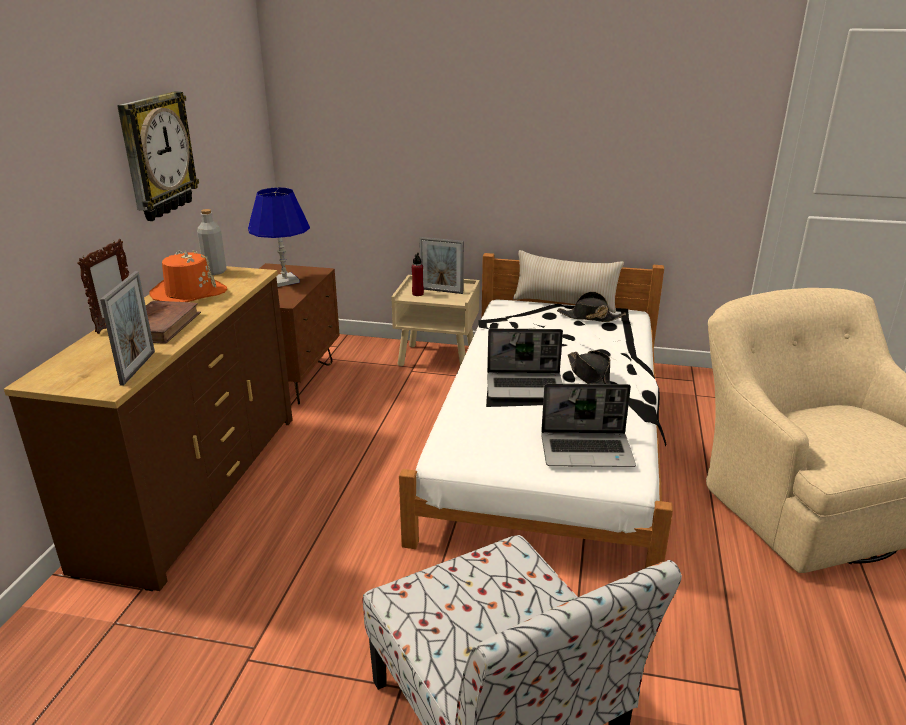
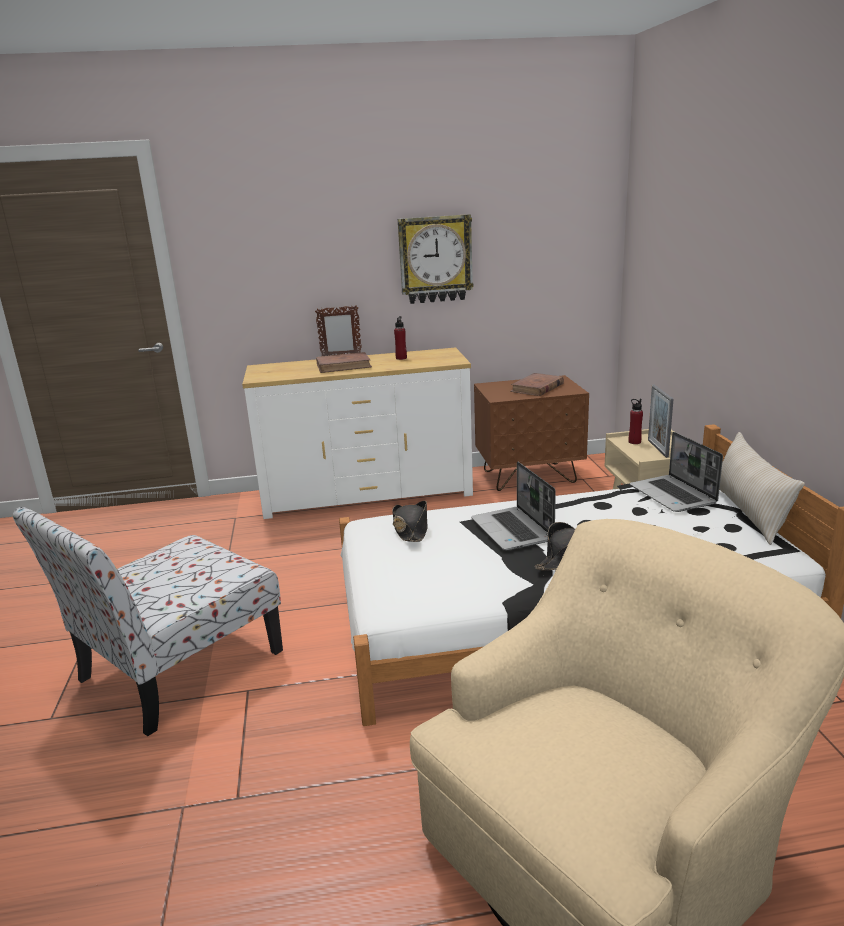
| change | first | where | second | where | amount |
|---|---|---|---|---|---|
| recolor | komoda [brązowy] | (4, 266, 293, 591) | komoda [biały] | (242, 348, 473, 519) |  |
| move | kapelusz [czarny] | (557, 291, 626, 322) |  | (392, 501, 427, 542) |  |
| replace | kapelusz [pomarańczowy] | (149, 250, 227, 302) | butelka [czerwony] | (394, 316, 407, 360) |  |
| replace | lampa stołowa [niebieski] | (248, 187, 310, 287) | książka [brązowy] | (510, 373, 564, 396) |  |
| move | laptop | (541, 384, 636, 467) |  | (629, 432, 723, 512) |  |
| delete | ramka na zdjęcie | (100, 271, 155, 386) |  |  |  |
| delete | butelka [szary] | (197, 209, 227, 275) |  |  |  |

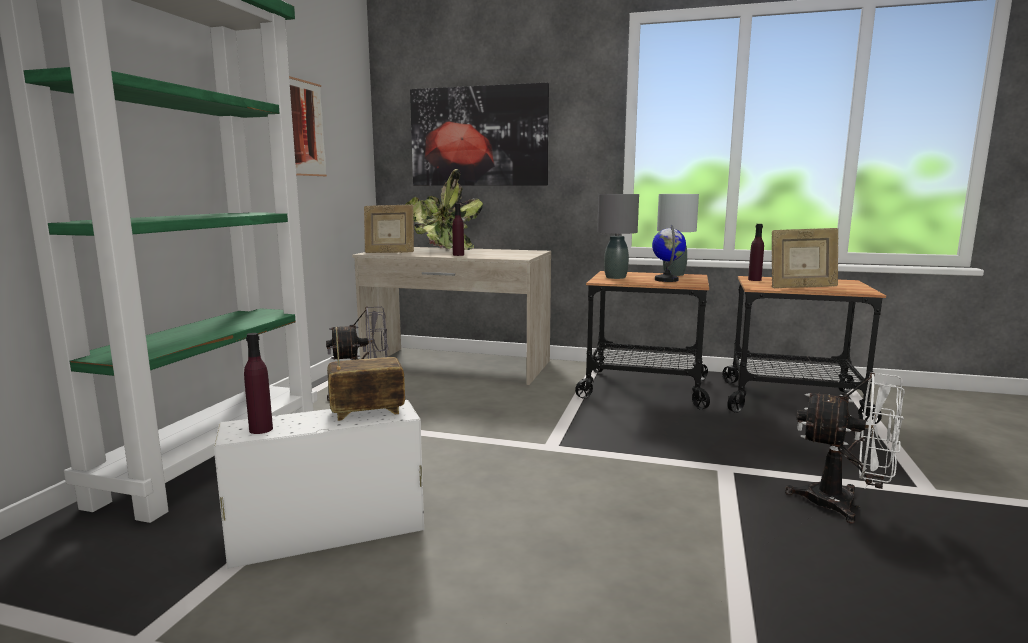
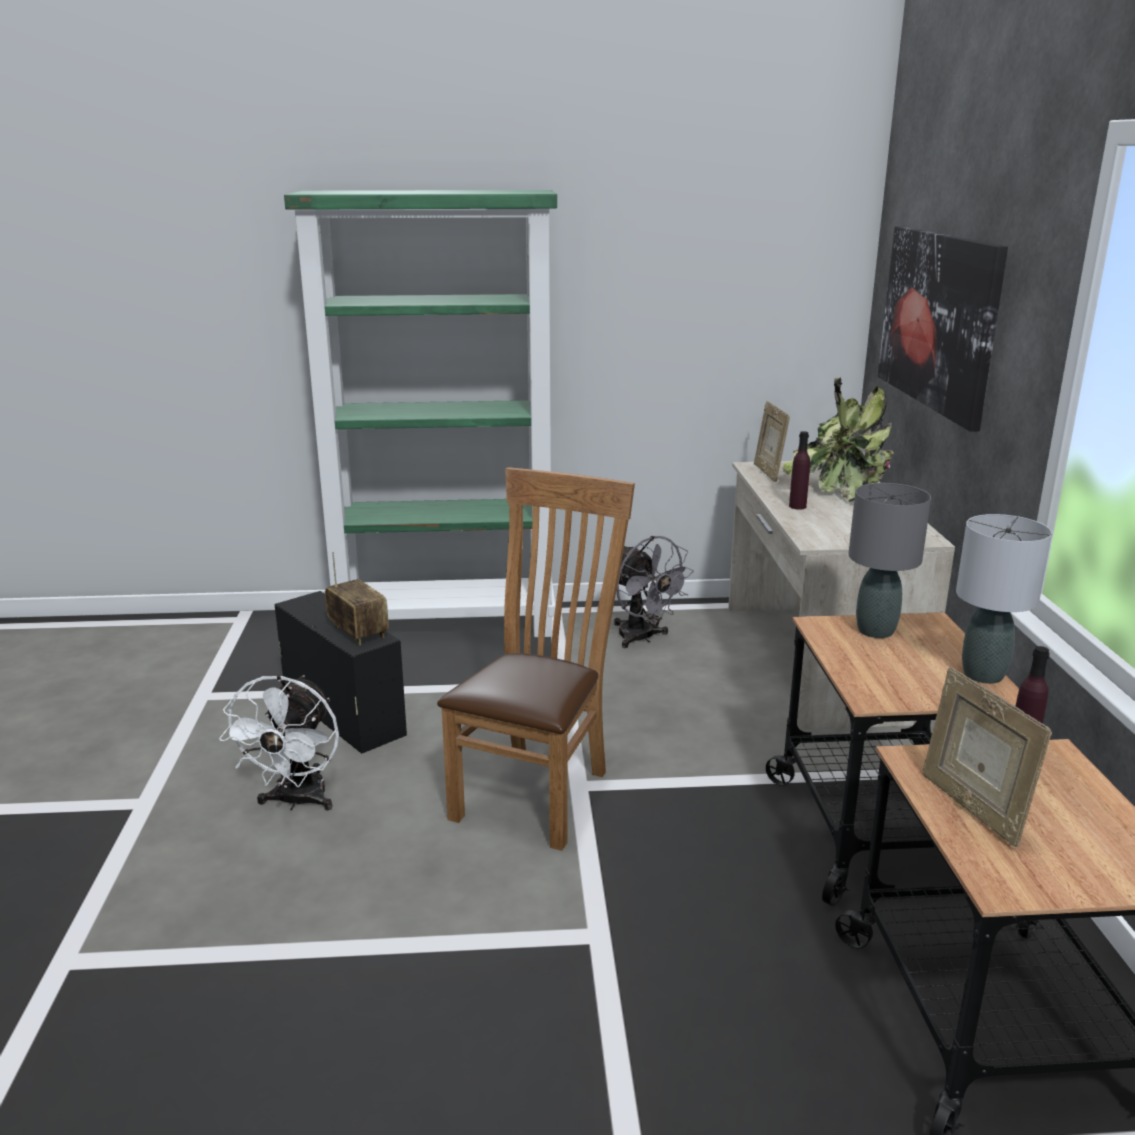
| change | first | where | second | where | amount |
|---|---|---|---|---|---|
| move | wentylator [biały] | (785, 372, 905, 524) |  | (219, 675, 339, 810) |  |
| recolor | pojemnik do przechowywania [biały] | (214, 400, 424, 569) | pojemnik do przechowywania [czarny] | (274, 591, 407, 754) |  |
| insert |  |  | krzesło [brązowy] | (437, 467, 635, 851) |  |
| delete | butelka [fioletowy] | (244, 333, 273, 434) |  |  |  |
| delete | obraz | (289, 76, 327, 176) |  |  |  |
| delete | globus | (652, 224, 686, 282) |  |  |  |

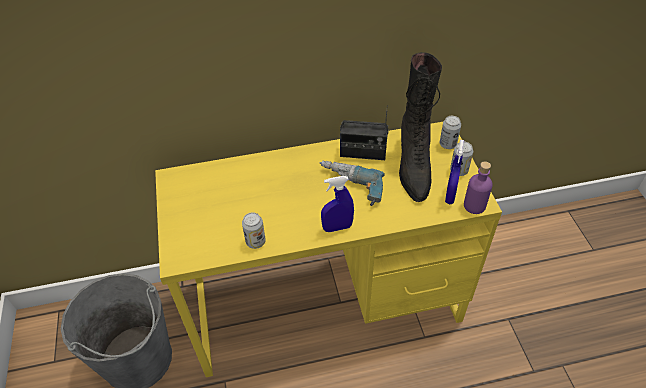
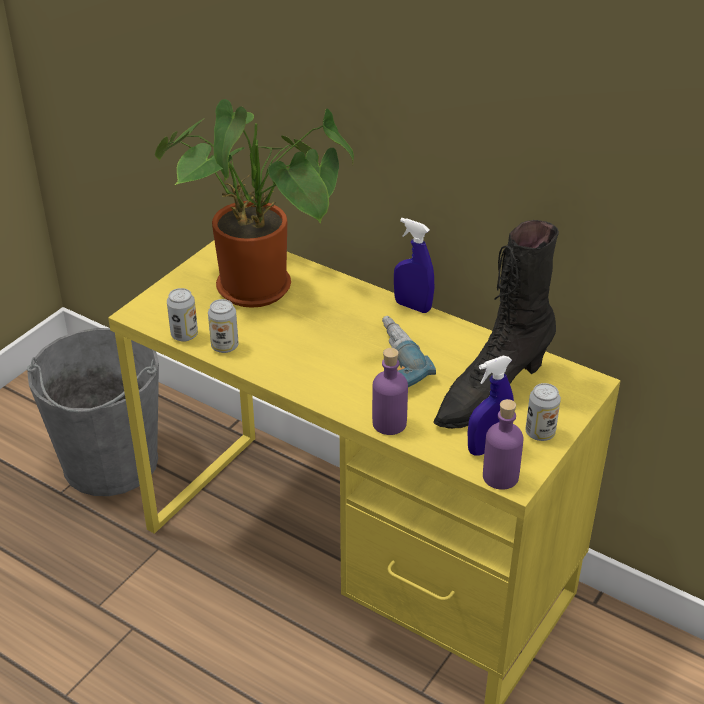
| change | first | where | second | where | amount |
|---|---|---|---|---|---|
| insert |  |  | roślina doniczkowa | (155, 99, 354, 308) |  |
| move | puszka | (440, 116, 461, 149) |  | (167, 288, 198, 342) |  |
| insert |  |  | butelka [fioletowy] | (372, 348, 408, 435) |  |
| move | spryskiwacz [niebieski] | (321, 176, 354, 232) |  | (394, 218, 434, 313) |  |
| delete | radio | (340, 105, 389, 160) |  |  |  |

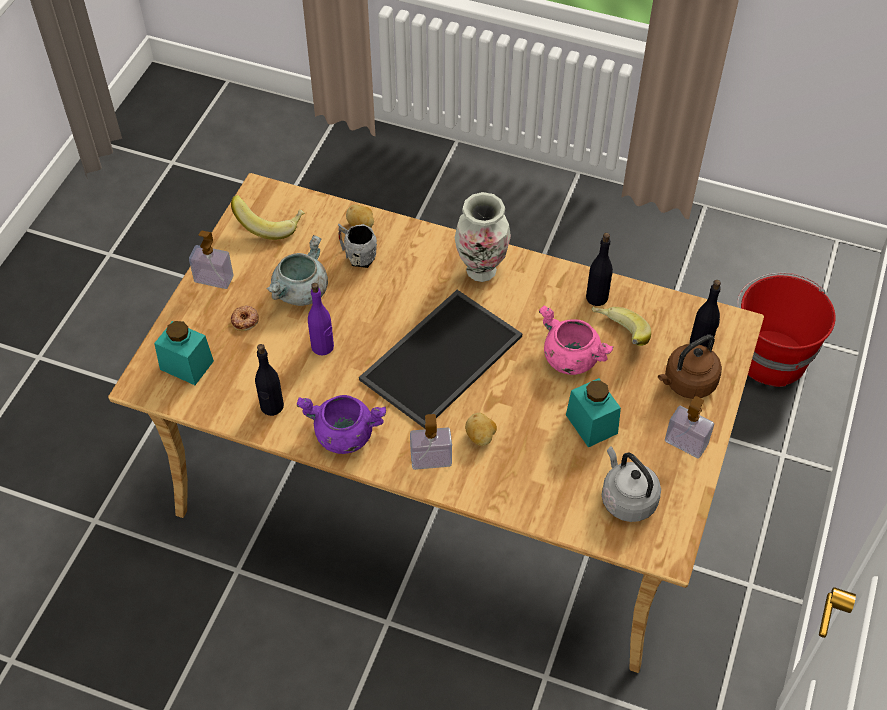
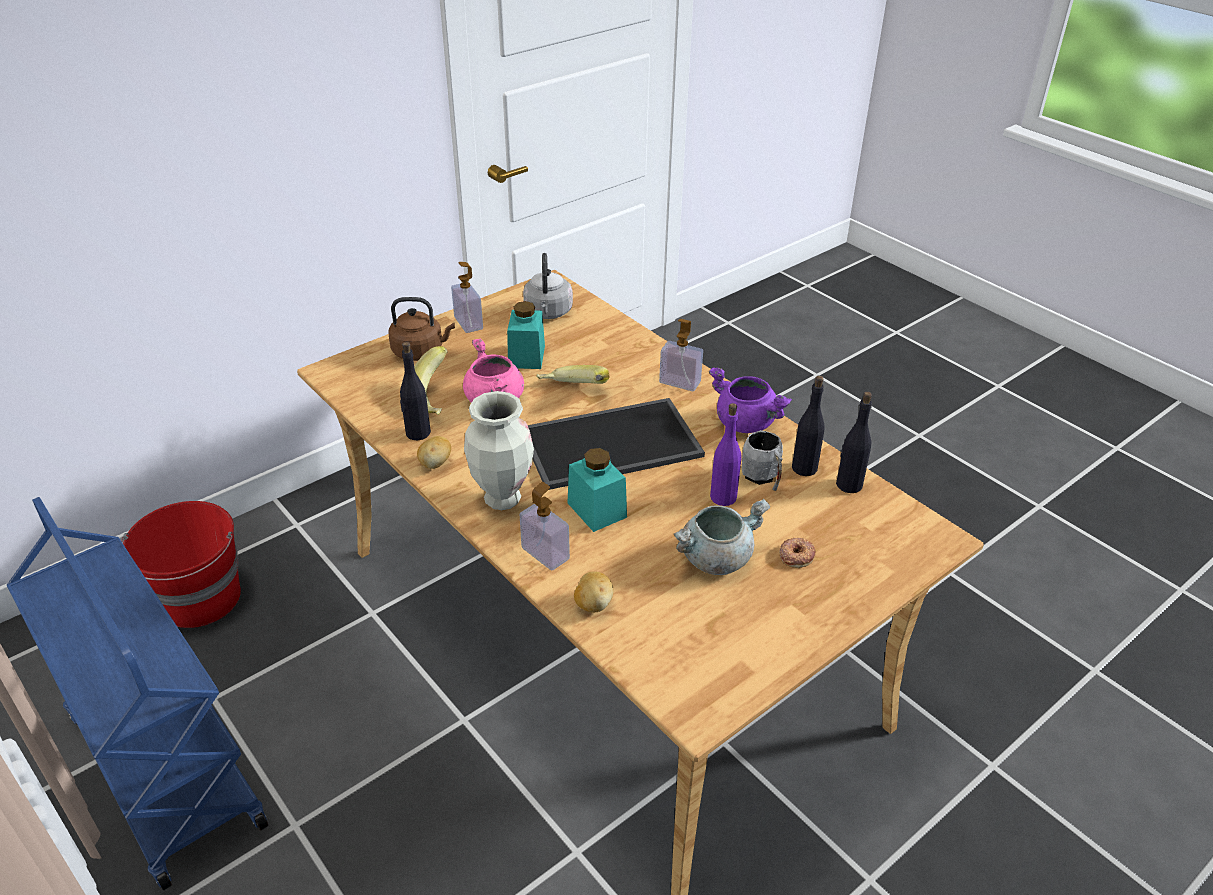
| change | first | where | second | where | amount |
|---|---|---|---|---|---|
| insert |  |  | wózek [niebieski] | (7, 497, 268, 890) |  |
| move | ziemniak | (465, 413, 497, 446) |  | (417, 436, 451, 469) |  |
| move | dozownik mydła | (189, 231, 233, 289) |  | (520, 482, 570, 570) |  |
| move | banan | (231, 195, 305, 240) |  | (536, 365, 609, 384) |  |
| move | słoik [turkusowy] | (154, 321, 214, 385) |  | (568, 448, 627, 532) |  |
| move | kubek [szary] | (338, 224, 377, 268) |  | (741, 430, 783, 491) |  |
| move | butelka [czarny] | (690, 280, 721, 347) |  | (836, 392, 872, 493) |  |

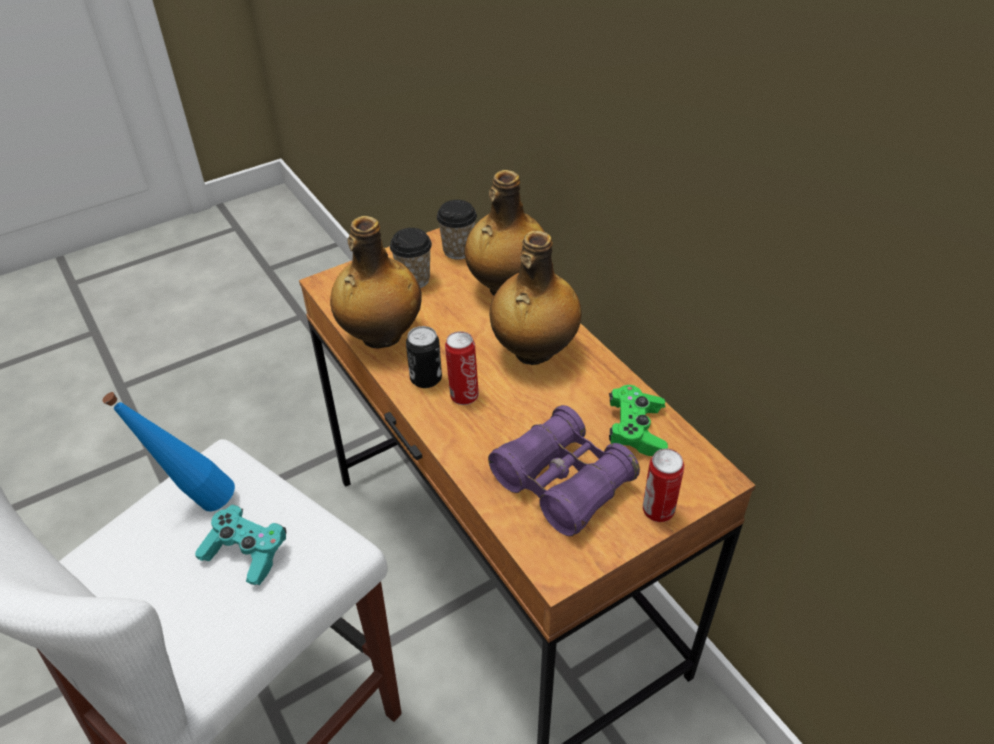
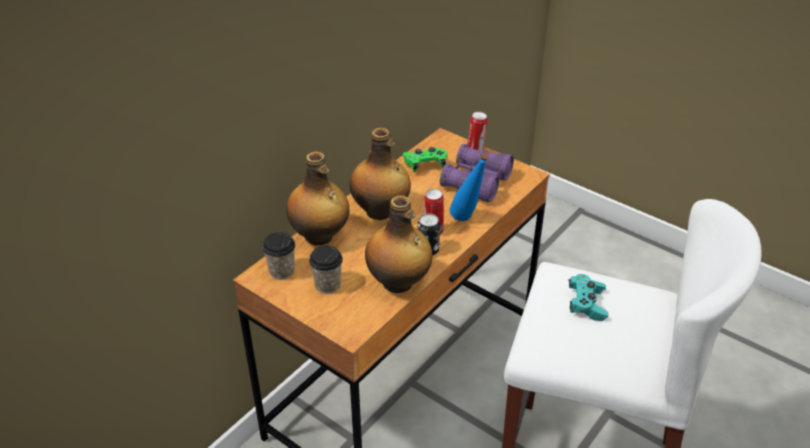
| change | first | where | second | where | amount |
|---|---|---|---|---|---|
| move | butelka [niebieski] | (103, 392, 235, 512) |  | (450, 153, 489, 221) |  |

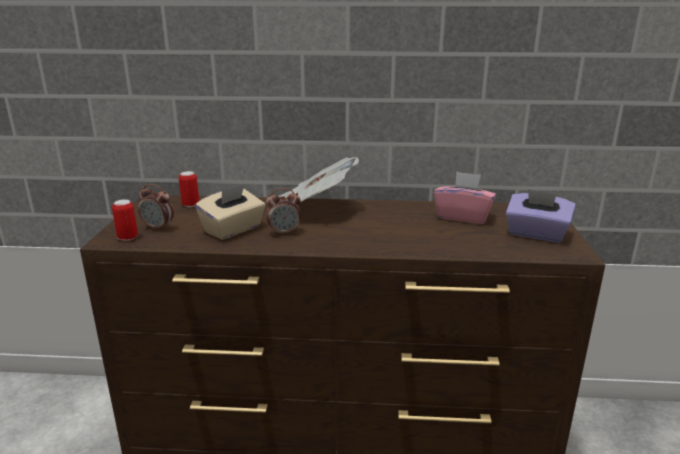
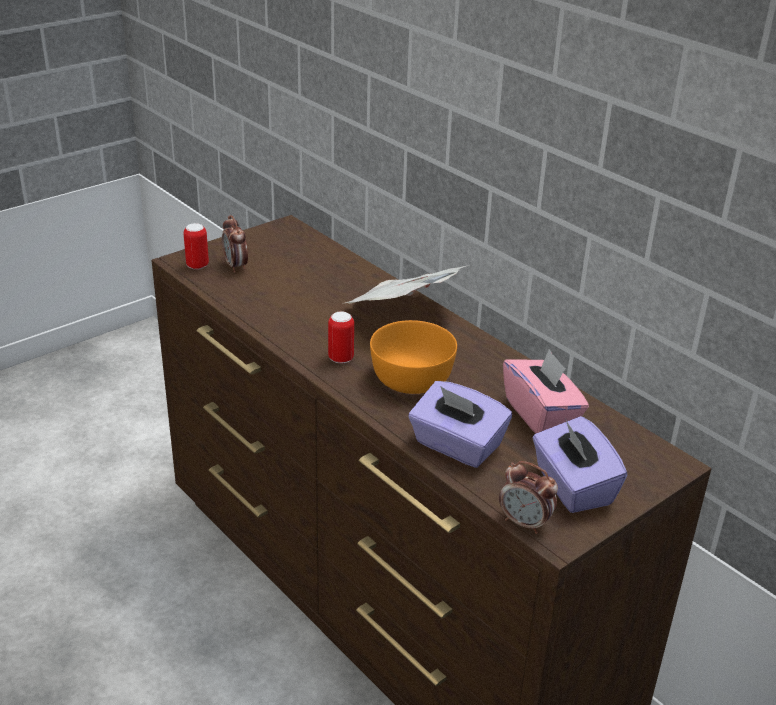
| change | first | where | second | where | amount |
|---|---|---|---|---|---|
| move | puszka | (179, 171, 199, 207) |  | (328, 311, 354, 364) |  |
| insert |  |  | miska [pomarańczowy] | (370, 320, 457, 394) |  |
| insert |  |  | pudełko chusteczek [fioletowy] | (408, 381, 512, 468) |  |
| move | budzik | (266, 188, 301, 236) |  | (499, 461, 558, 534) |  |
| delete | pudełko chusteczek [beżowy] | (195, 184, 266, 240) |  |  |  |

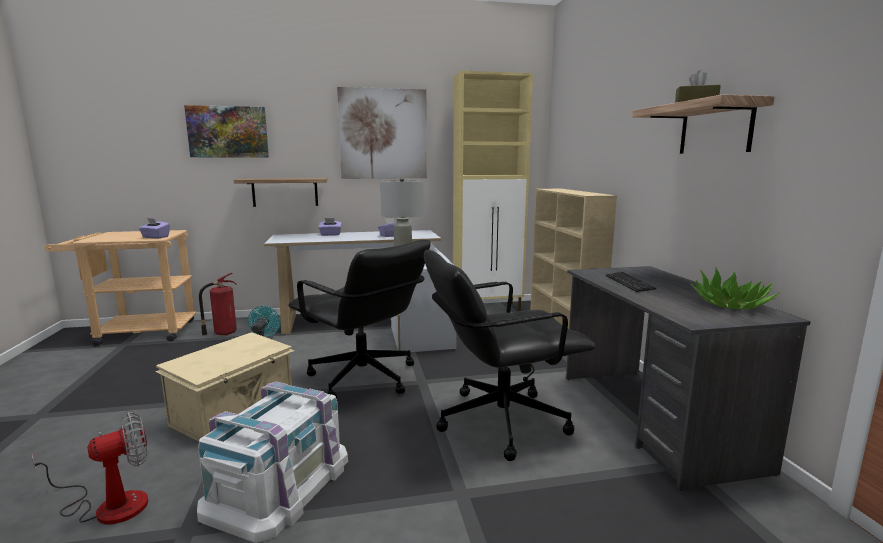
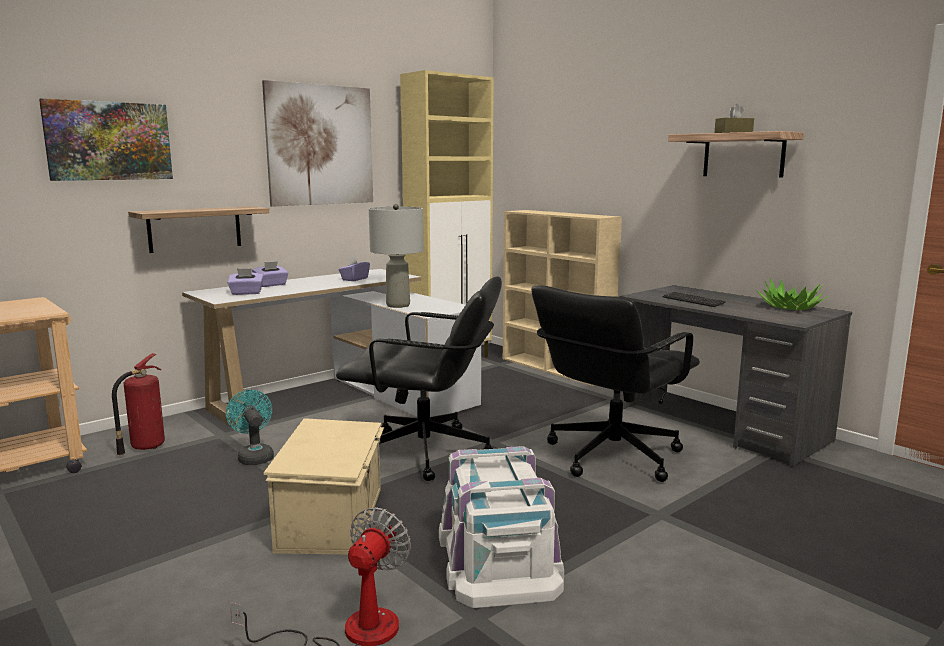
| change | first | where | second | where | amount |
|---|---|---|---|---|---|
| move | pudełko chusteczek [fioletowy] | (139, 218, 170, 239) |  | (228, 268, 263, 295) |  |

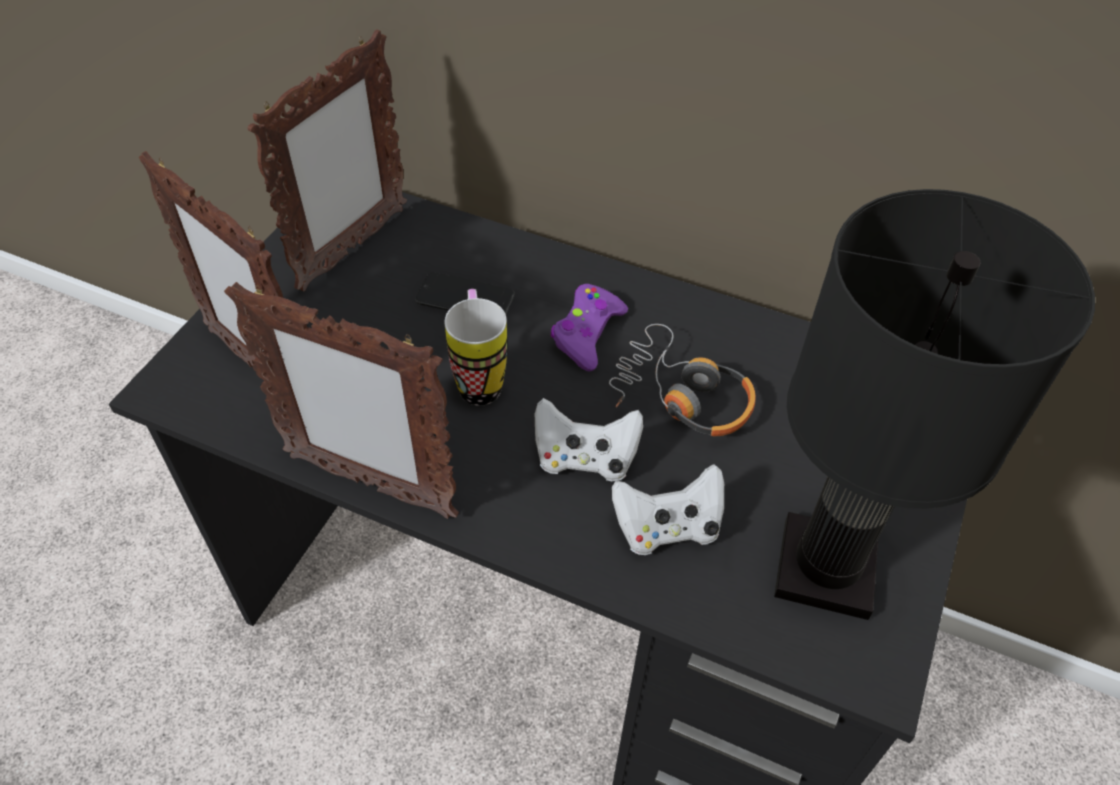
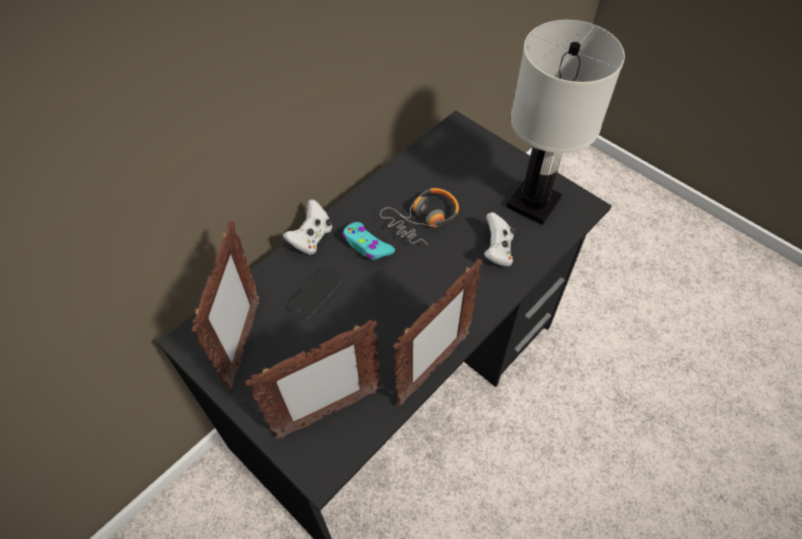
| change | first | where | second | where | amount |
|---|---|---|---|---|---|
| rotate | ramka na zdjęcie | (247, 29, 407, 292) |  | (192, 221, 260, 390) | 45 degrees clockwise |
| move | pad do gier [biały] | (535, 398, 643, 482) |  | (283, 200, 332, 255) |  |
| recolor | pad do gier [fioletowy] | (551, 284, 628, 372) | pad do gier [turkusowy] | (342, 222, 395, 260) |  |
| recolor | lampa stołowa [czarny] | (774, 189, 1095, 620) | lampa stołowa [biały] | (506, 20, 625, 225) |  |
| delete | kubek | (444, 289, 507, 406) |  |  |  |

